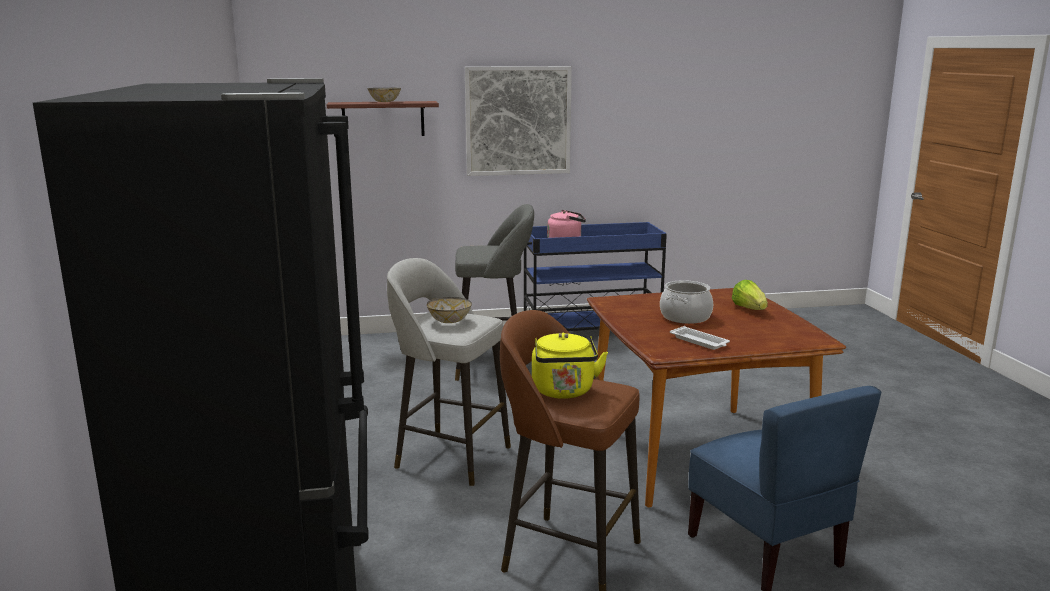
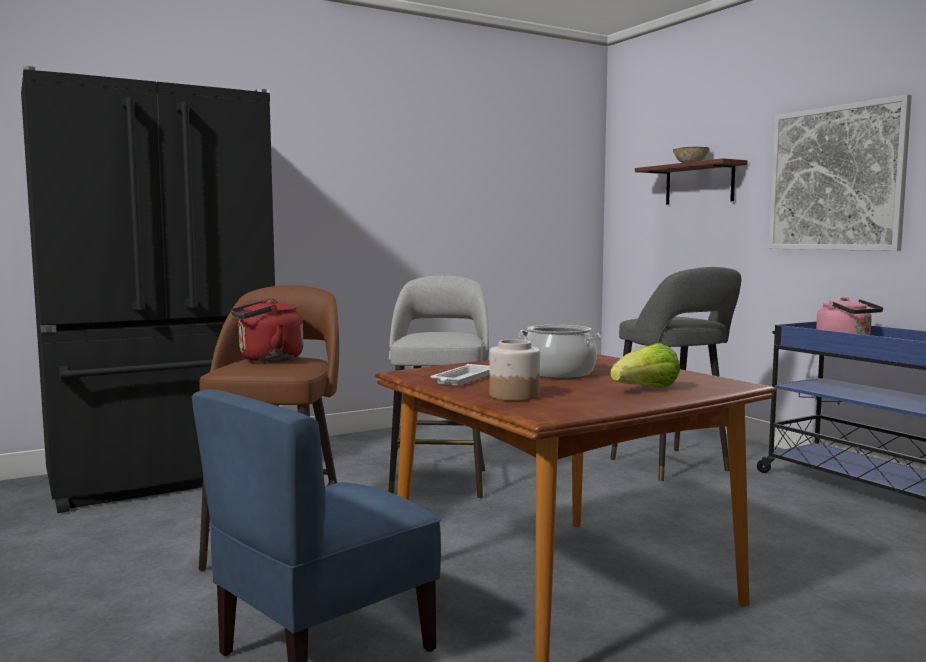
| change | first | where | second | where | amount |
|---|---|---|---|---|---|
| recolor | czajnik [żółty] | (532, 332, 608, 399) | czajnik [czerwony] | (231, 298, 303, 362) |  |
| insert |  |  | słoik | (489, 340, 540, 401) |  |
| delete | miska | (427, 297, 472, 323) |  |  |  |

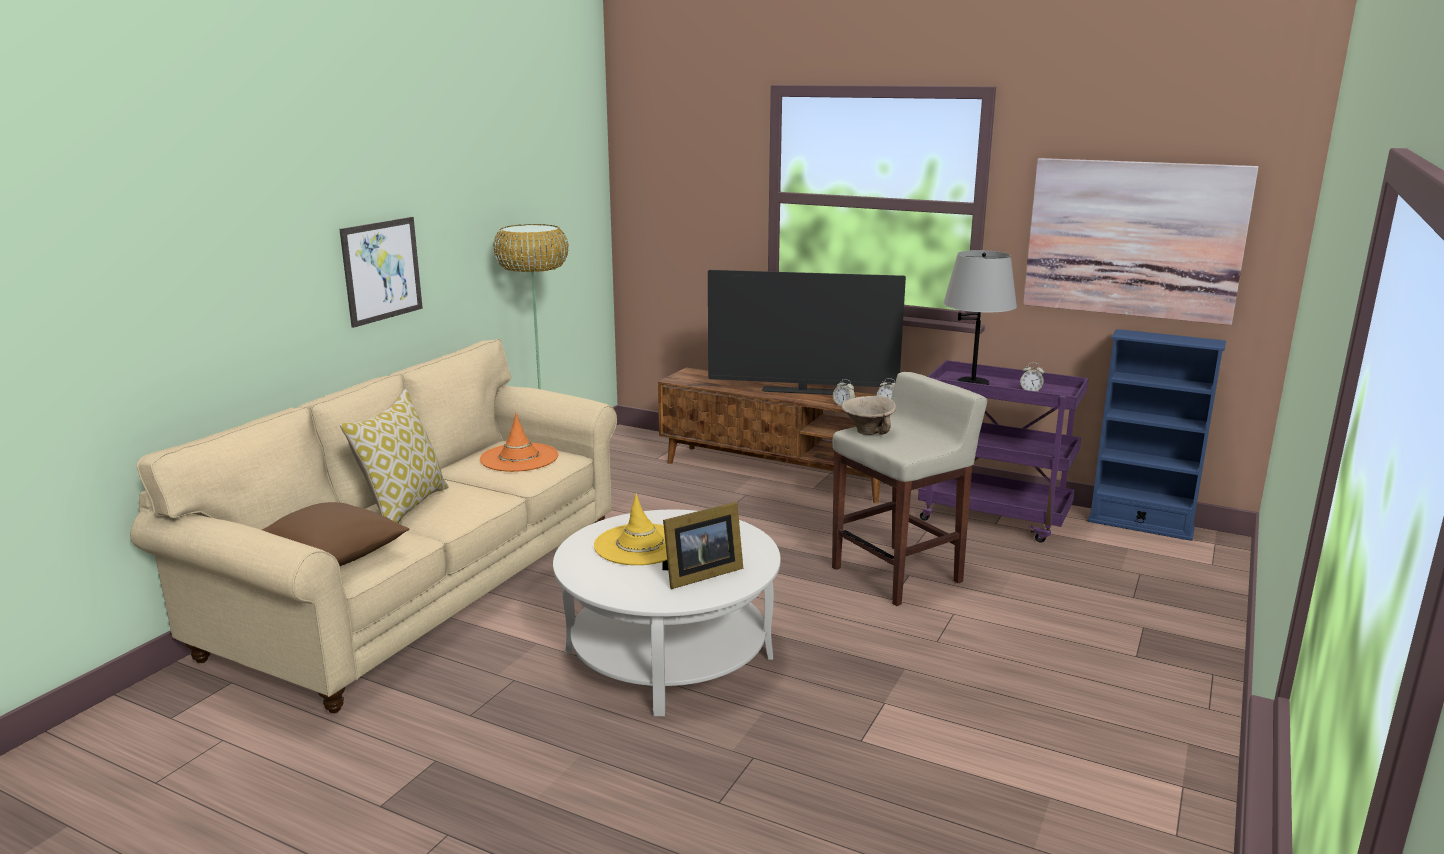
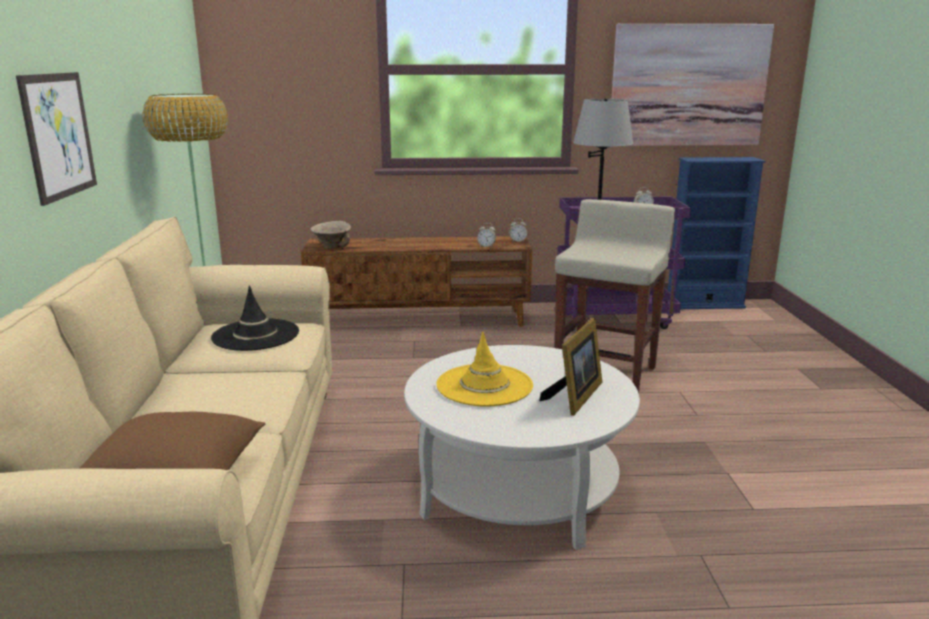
| change | first | where | second | where | amount |
|---|---|---|---|---|---|
| recolor | kapelusz [pomarańczowy] | (480, 413, 558, 472) | kapelusz [czarny] | (211, 285, 299, 351) |  |
| move | miska [beżowy] | (841, 396, 896, 435) |  | (311, 221, 351, 249) |  |
| delete | poduszka | (340, 389, 448, 523) |  |  |  |
| delete | telewizor | (708, 270, 906, 395) |  |  |  |

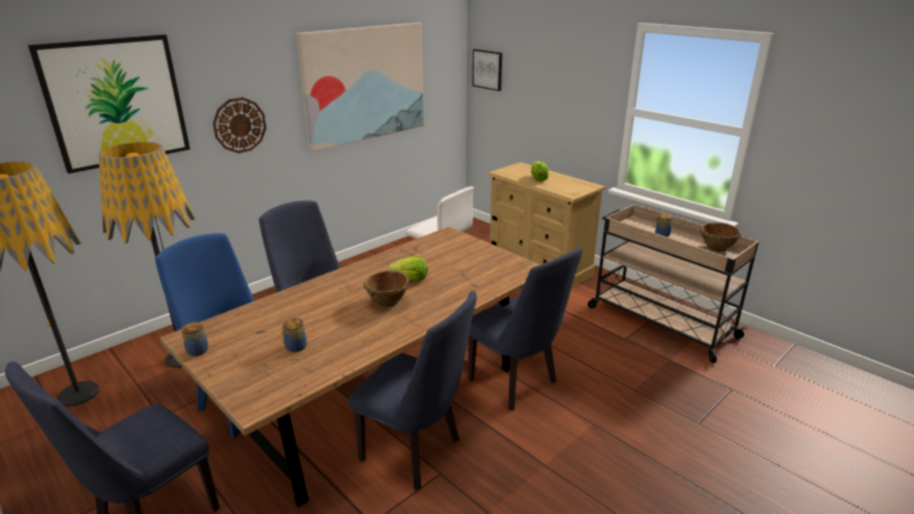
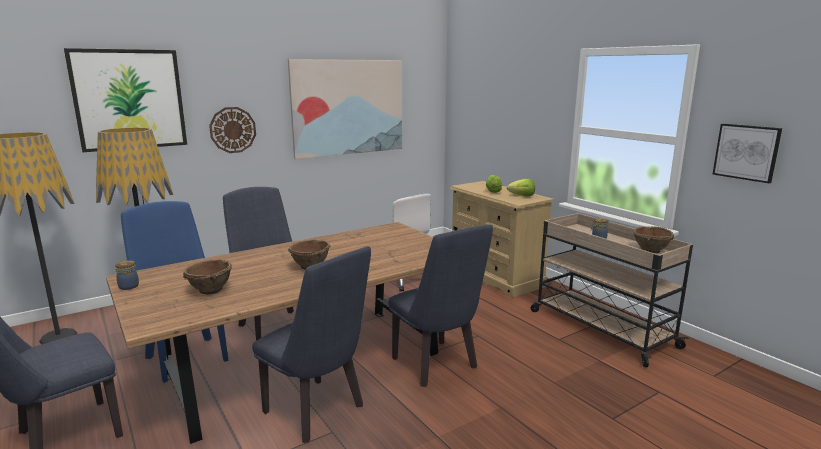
| change | first | where | second | where | amount |
|---|---|---|---|---|---|
| replace | słoik | (281, 318, 307, 352) | miska [brązowy] | (183, 259, 232, 295) |  |
| move | sałata | (388, 257, 428, 281) |  | (507, 179, 535, 196) |  |
| move | obraz | (472, 49, 502, 91) |  | (712, 124, 782, 183) |  |

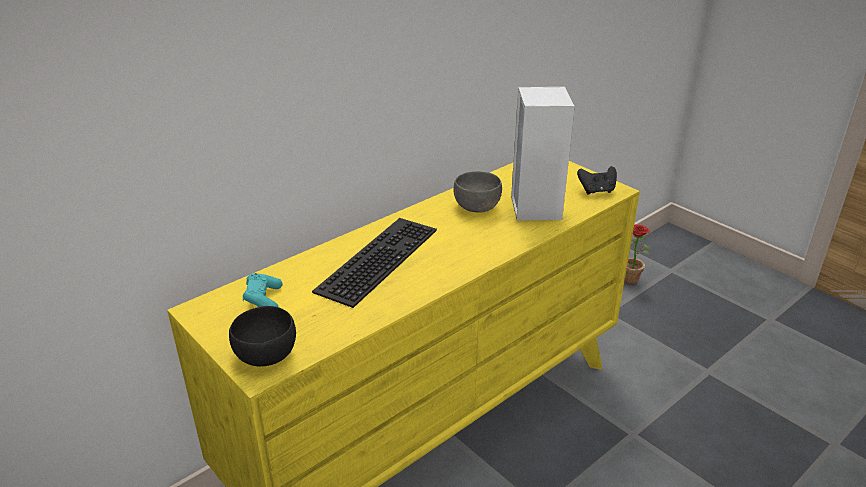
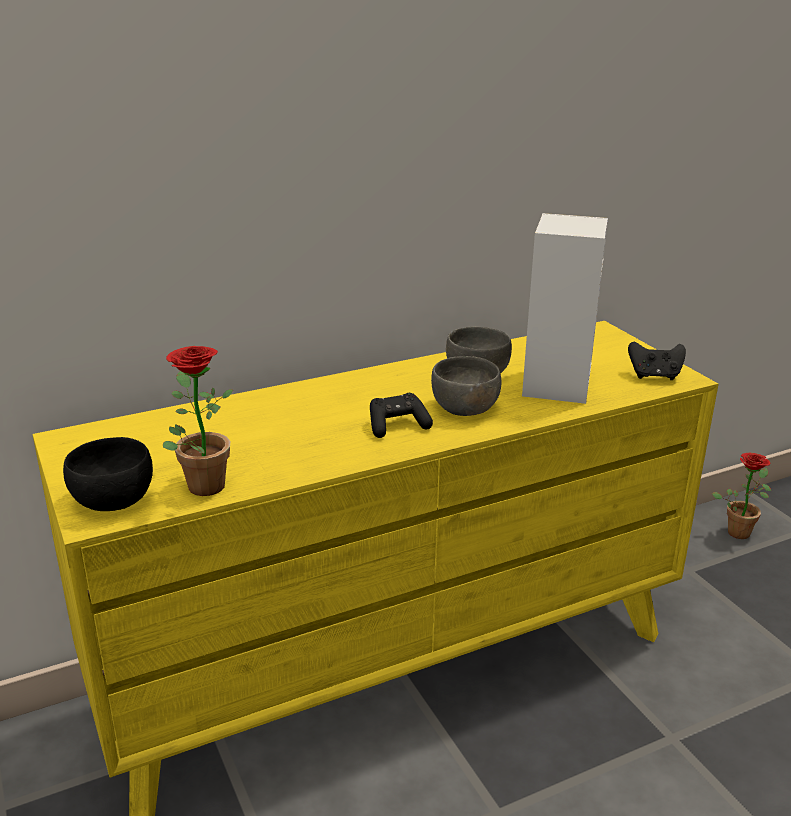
| change | first | where | second | where | amount |
|---|---|---|---|---|---|
| insert |  |  | roślina doniczkowa | (163, 346, 233, 496) |  |
| insert |  |  | pad do gier [czarny] | (370, 393, 433, 438) |  |
| insert |  |  | miska [szary] | (431, 356, 501, 416) |  |
| delete | pad do gier [turkusowy] | (243, 273, 282, 307) |  |  |  |
| delete | klawiatura | (312, 218, 437, 308) |  |  |  |

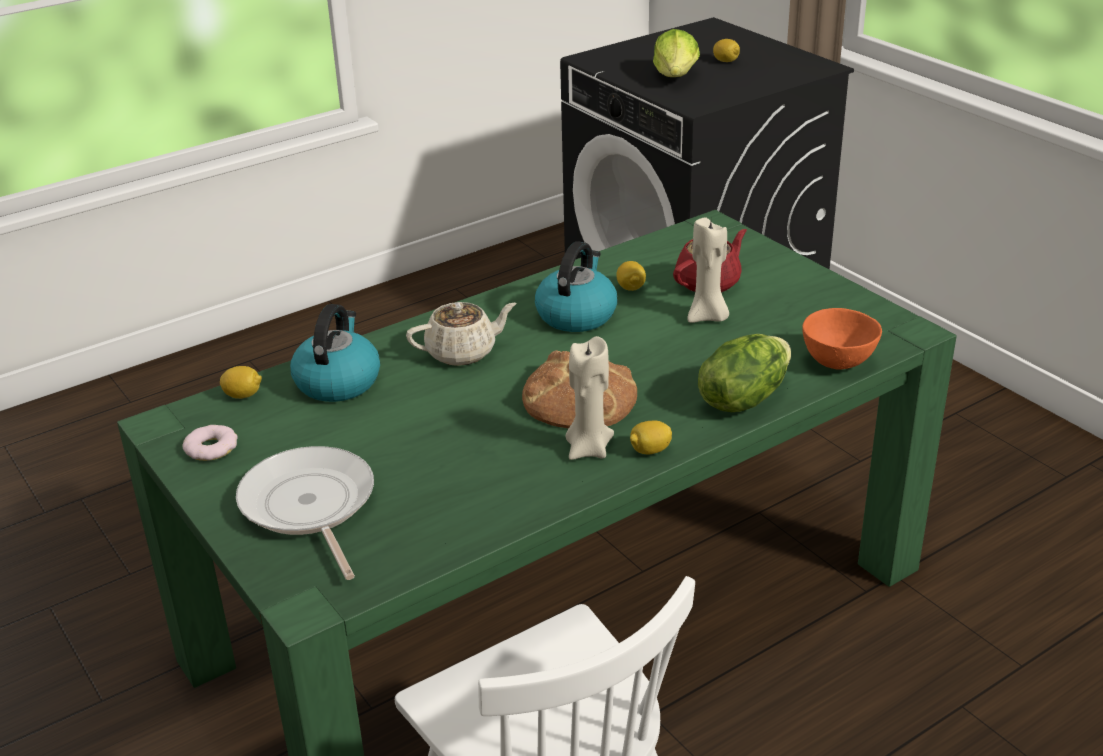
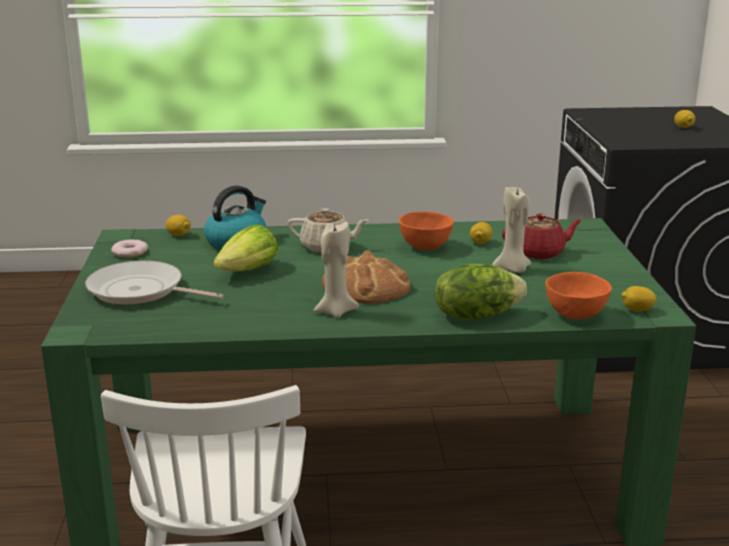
| change | first | where | second | where | amount |
|---|---|---|---|---|---|
| rotate | patelnia | (236, 446, 374, 580) |  | (85, 260, 224, 305) | 75 degrees counterclockwise |
| move | sałata | (653, 29, 700, 77) |  | (213, 225, 278, 271) |  |
| replace | czajnik | (535, 241, 617, 332) | miska [pomarańczowy] | (399, 211, 454, 250) |  |
| move | cytryna | (630, 420, 672, 454) |  | (621, 286, 657, 312) |  |

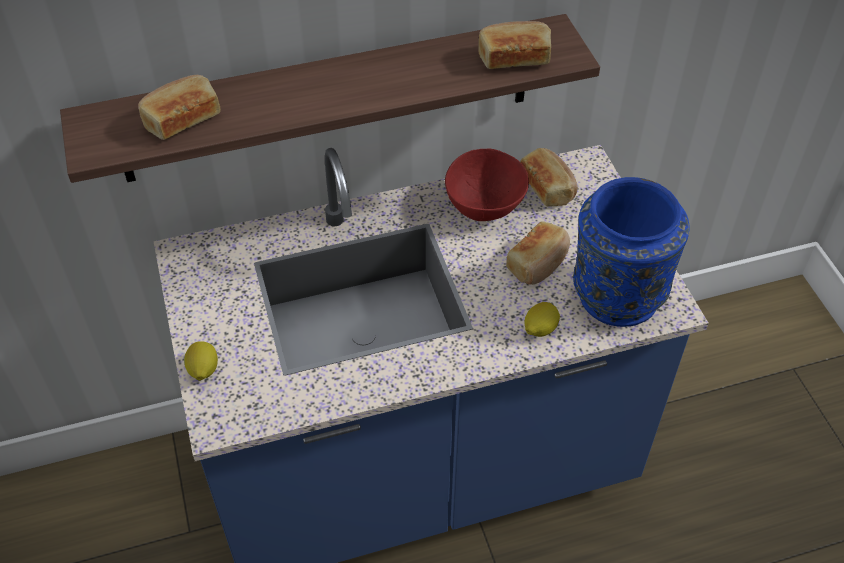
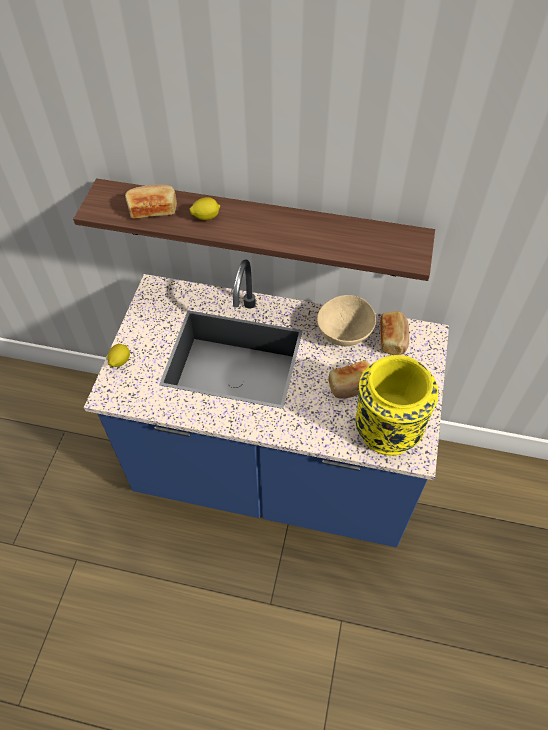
| change | first | where | second | where | amount |
|---|---|---|---|---|---|
| move | cytryna | (525, 302, 560, 337) |  | (189, 197, 220, 221) |  |
| recolor | miska [czerwony] | (445, 149, 529, 221) | miska [beżowy] | (317, 295, 376, 346) |  |
| recolor | wazon [niebieski] | (573, 177, 690, 327) | wazon [żółty] | (355, 355, 438, 455) |  |
| delete | chleb | (478, 21, 551, 69) |  |  |  |

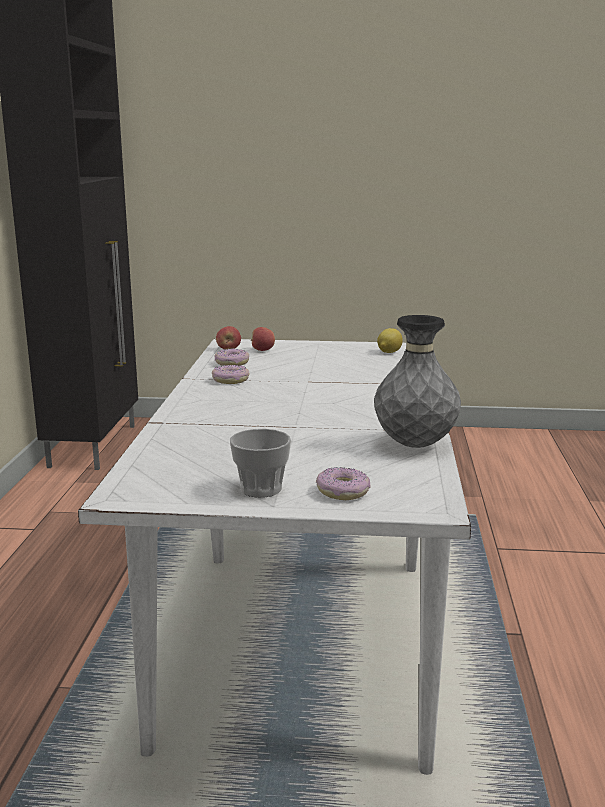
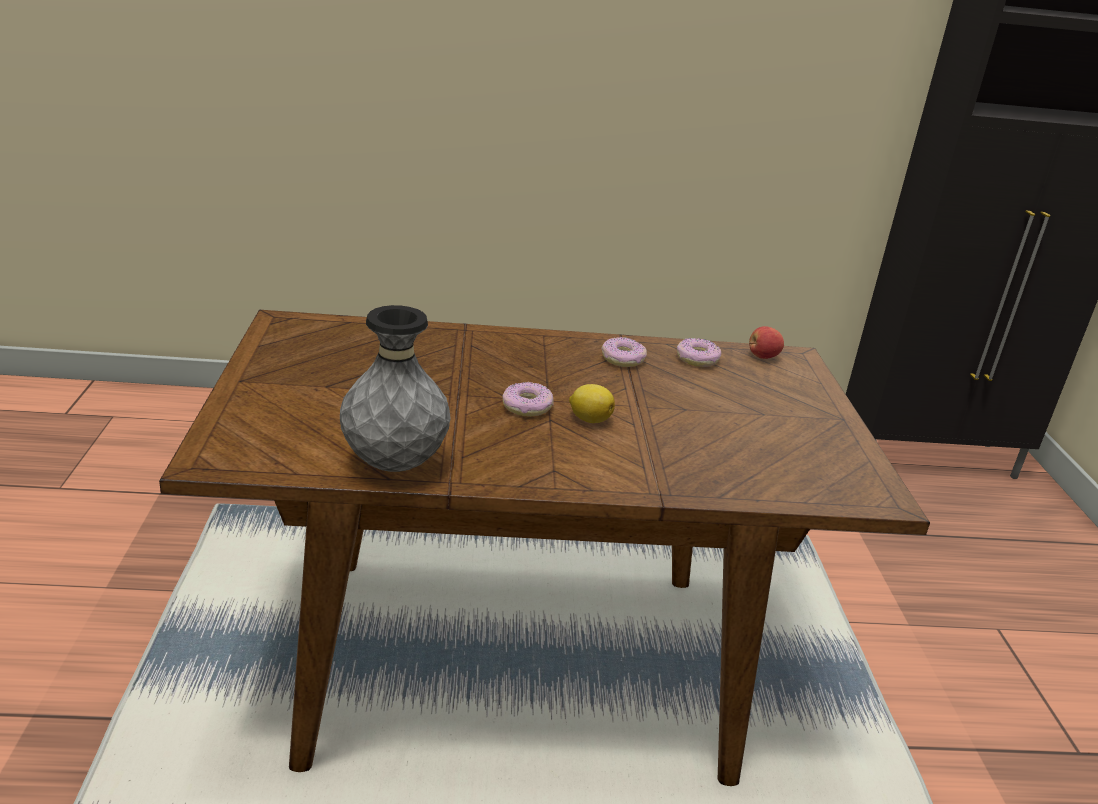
| change | first | where | second | where | amount |
|---|---|---|---|---|---|
| recolor | stół jadalny [biały] | (78, 339, 471, 775) | stół jadalny [brązowy] | (159, 310, 930, 786) |  |
| move | donut | (316, 467, 371, 500) |  | (502, 382, 553, 417) |  |
| move | cytryna | (377, 328, 403, 353) |  | (569, 384, 615, 423) |  |
| delete | filiżanka | (230, 429, 291, 498) |  |  |  |
| delete | jabłko | (250, 327, 275, 351) |  |  |  |

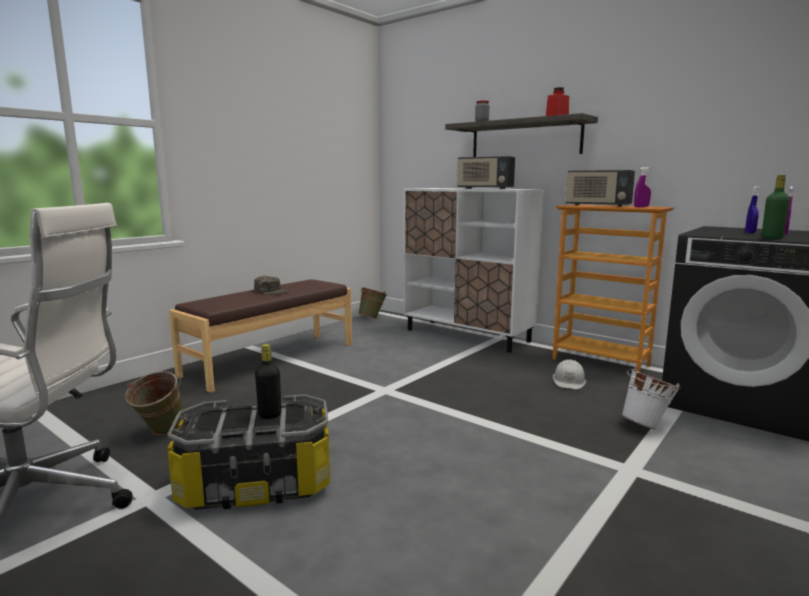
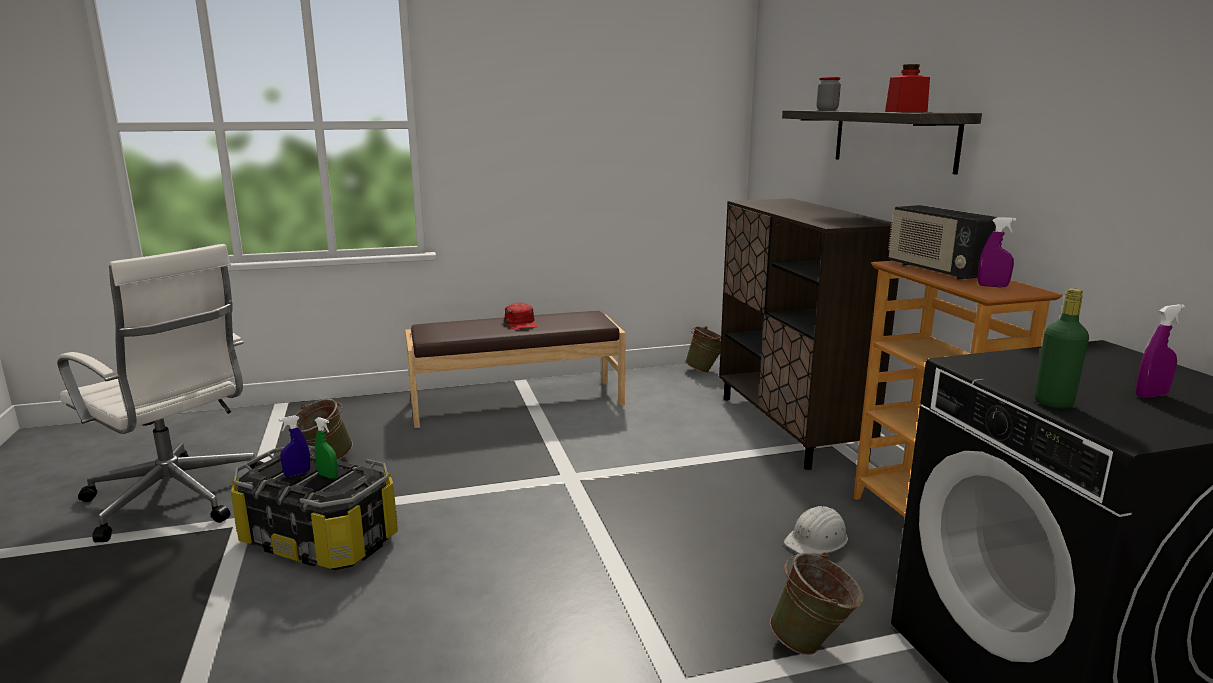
| change | first | where | second | where | amount |
|---|---|---|---|---|---|
| move | spryskiwacz [niebieski] | (745, 186, 760, 233) |  | (279, 415, 310, 477) |  |
| replace | butelka [czarny] | (255, 344, 281, 419) | spryskiwacz [zielony] | (315, 417, 338, 479) |  |
| recolor | czapka z daszkiem [zielony] | (254, 276, 290, 295) | czapka z daszkiem [czerwony] | (505, 302, 538, 329) |  |
| recolor | szafka [biały] | (404, 188, 544, 353) | szafka [brązowy] | (719, 198, 899, 470) |  |
| recolor | wiadro [biały] | (621, 367, 681, 429) | wiadro [zielony] | (770, 552, 864, 655) |  |
| delete | radio | (456, 156, 515, 189) |  |  |  |

